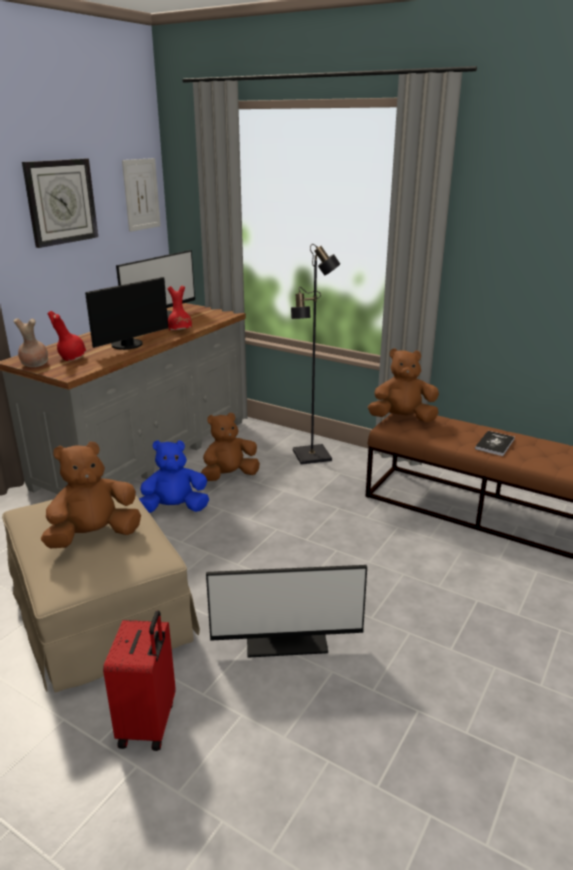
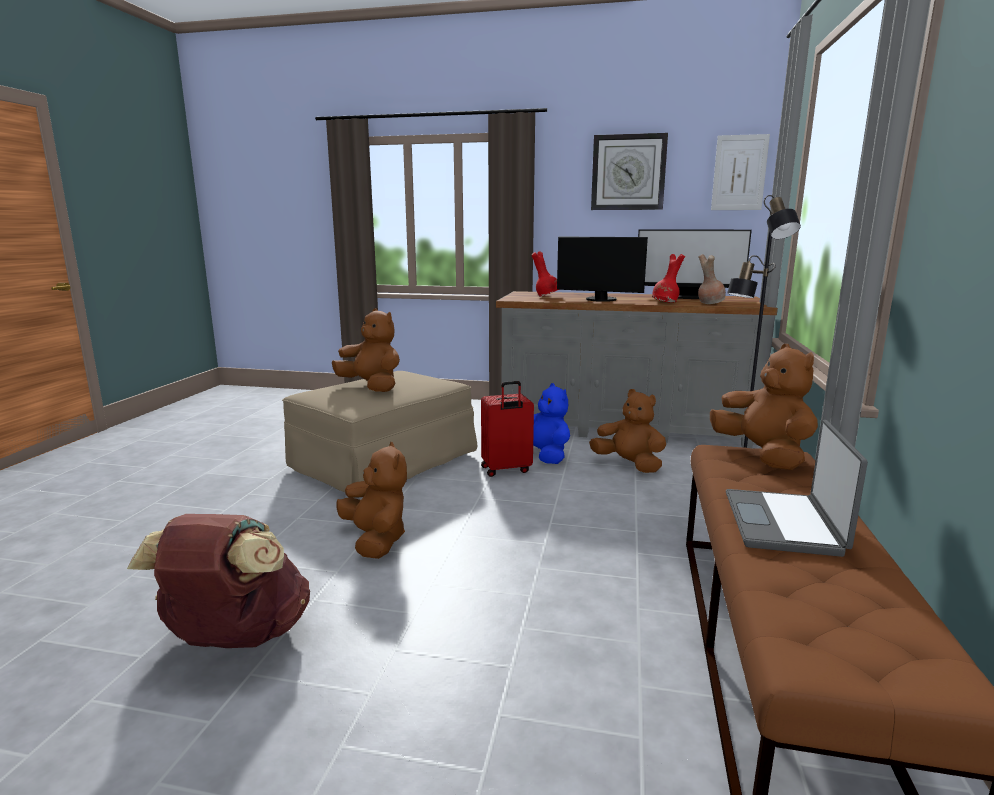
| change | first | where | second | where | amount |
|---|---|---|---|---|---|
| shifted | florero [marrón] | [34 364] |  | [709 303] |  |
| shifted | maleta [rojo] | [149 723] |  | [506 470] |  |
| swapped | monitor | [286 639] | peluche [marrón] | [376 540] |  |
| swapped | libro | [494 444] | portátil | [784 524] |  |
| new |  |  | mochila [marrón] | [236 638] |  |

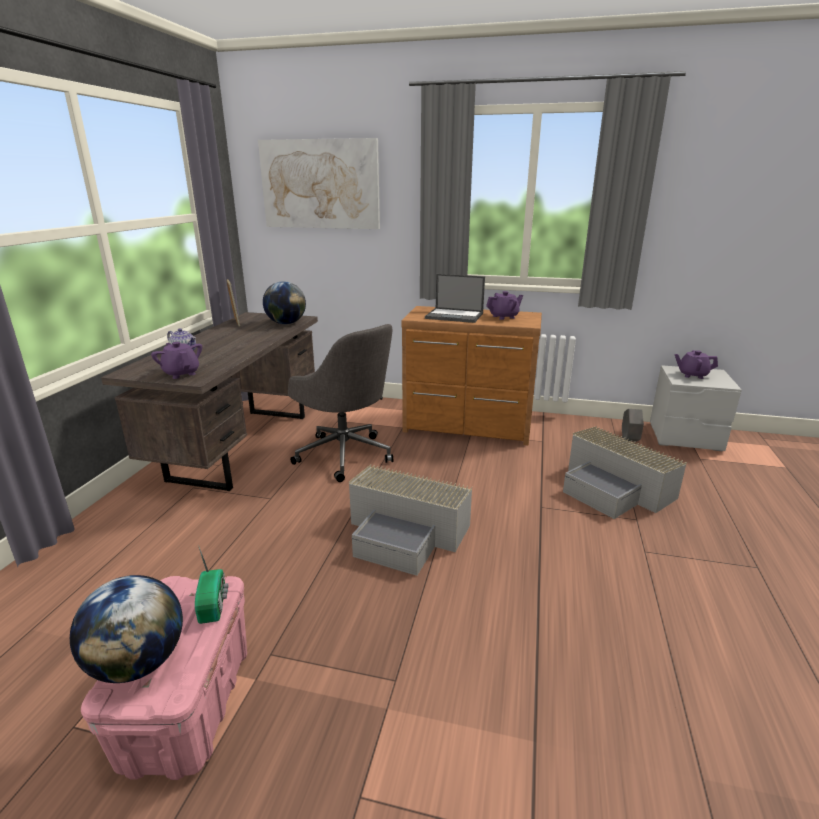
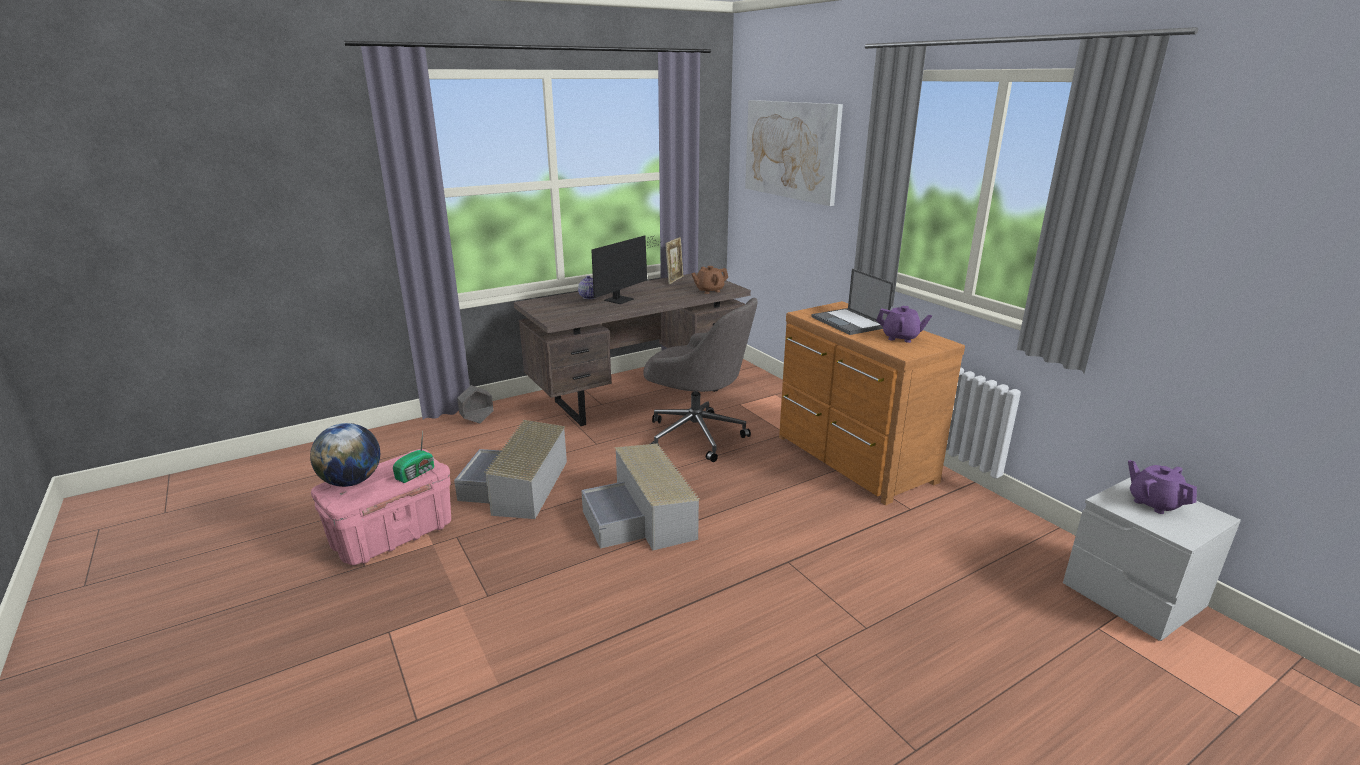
| change | first | where | second | where | amount |
|---|---|---|---|---|---|
| gone | tetera [morado] | [181 373] |  |  |  |
| swapped | globo terráqueo | [286 323] | tetera [marrón] | [709 290] |  |
| rotated | silla de oficina [gris] | [345 455] |  | [697 436] | 60 degrees counterclockwise |
| shifted | caja de almacenaje [gris] | [615 488] |  | [517 487] |  |
| shifted | maceta [gris] | [629 441] |  | [477 420] |  |
| new |  |  | monitor | [622 299] |  |

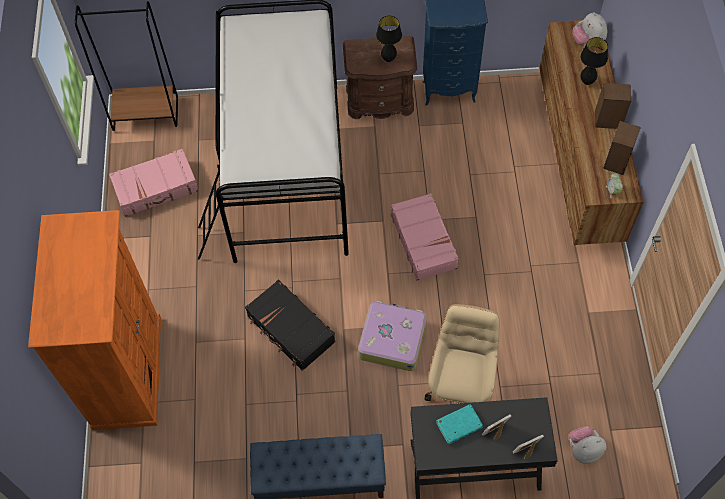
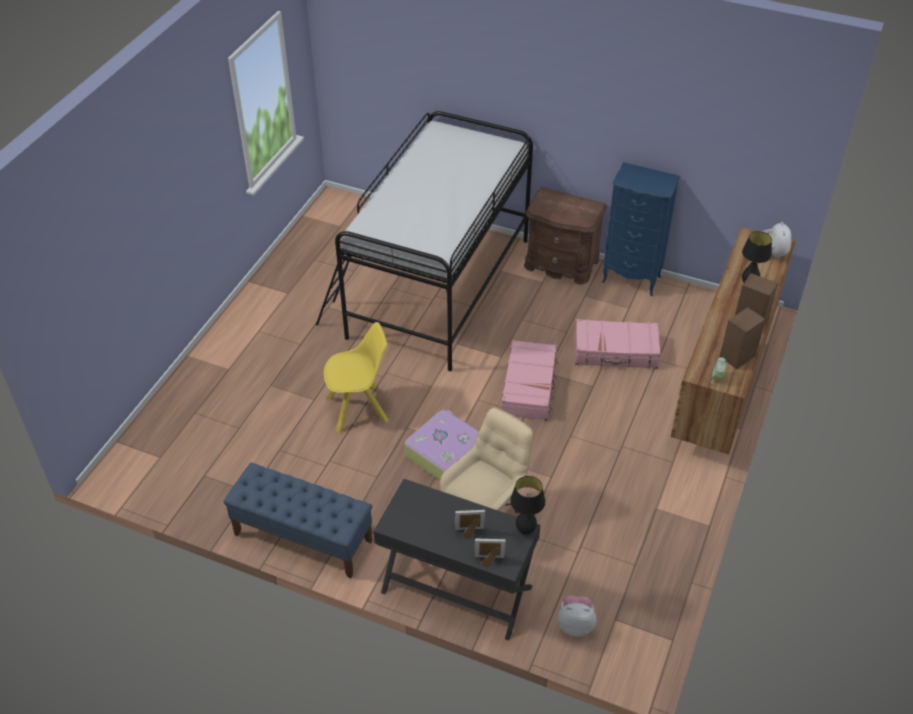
| change | first | where | second | where | amount |
|---|---|---|---|---|---|
| gone | armario ropero [naranja] | [128 372] |  |  |  |
| gone | perchero | [146 114] |  |  |  |
| shifted | maleta [rosa] | [156 188] |  | [616 352] |  |
| swapped | maleta [negro] | [290 330] | silla [amarillo] | [359 409] |  |
| shifted | lámpara de mesa [negro] | [389 59] |  | [525 530] |  |
| gone | libro [turquesa] | [459 426] |  |  |  |

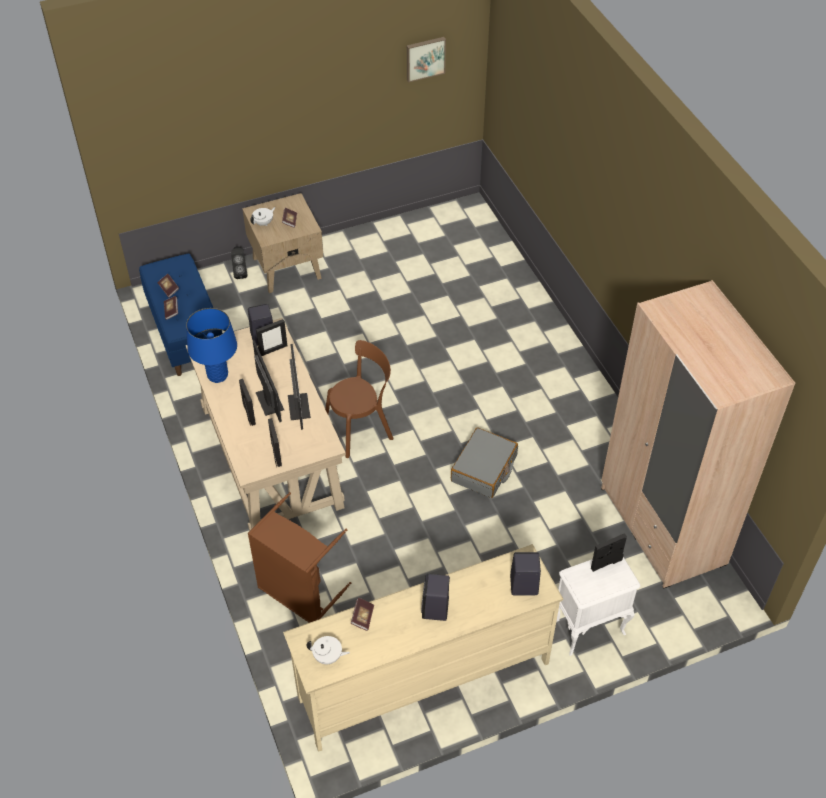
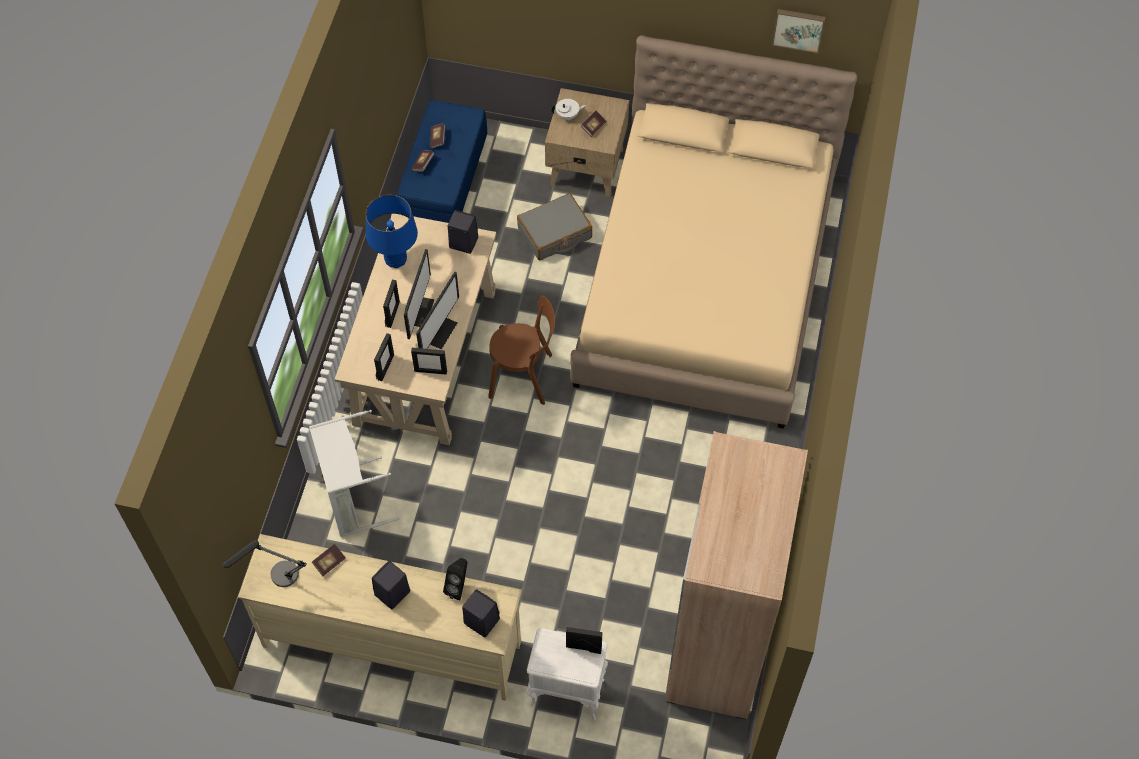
| change | first | where | second | where | amount |
|---|---|---|---|---|---|
| shifted | altavoz [negro] | [240 273] |  | [458 587] |  |
| repainted | cesto de la ropa [marrón] | [298 592] | cesto de la ropa [gris] | [351 499] |  |
| shifted | portarretratos | [273 349] |  | [430 370] |  |
| swapped | tetera [blanco] | [328 657] | lámpara de mesa | [276 578] |  |
| shifted | maleta [gris] | [484 469] |  | [554 233] |  |
| new |  |  | cama [beis] | [706 282] |  |

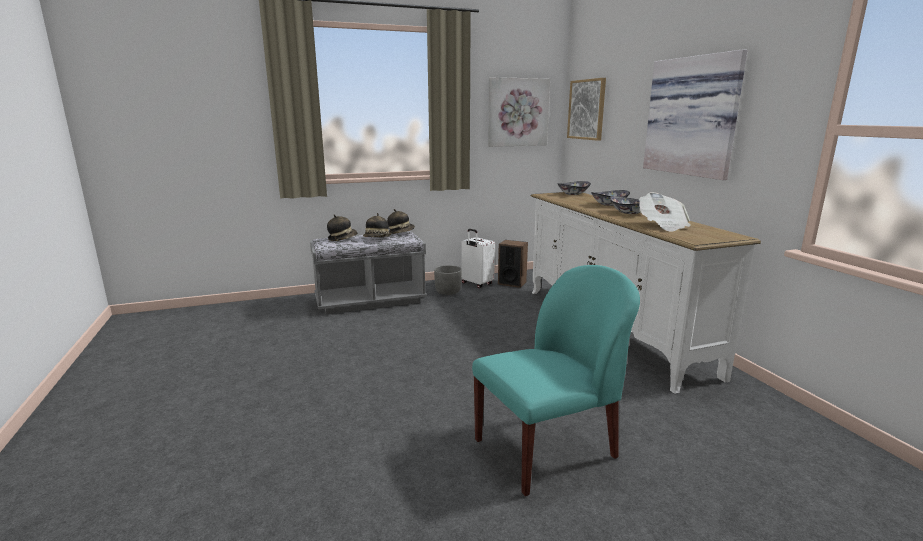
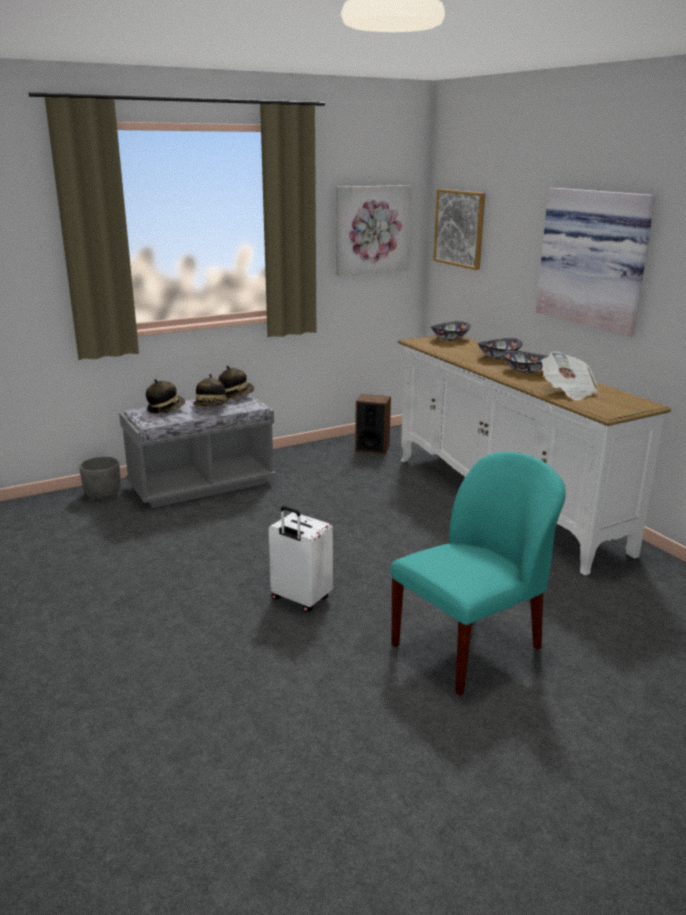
| change | first | where | second | where | amount |
|---|---|---|---|---|---|
| shifted | maceta [gris] | [447 292] |  | [102 494] |  |
| shifted | maleta [blanco] | [476 284] |  | [300 599] |  |

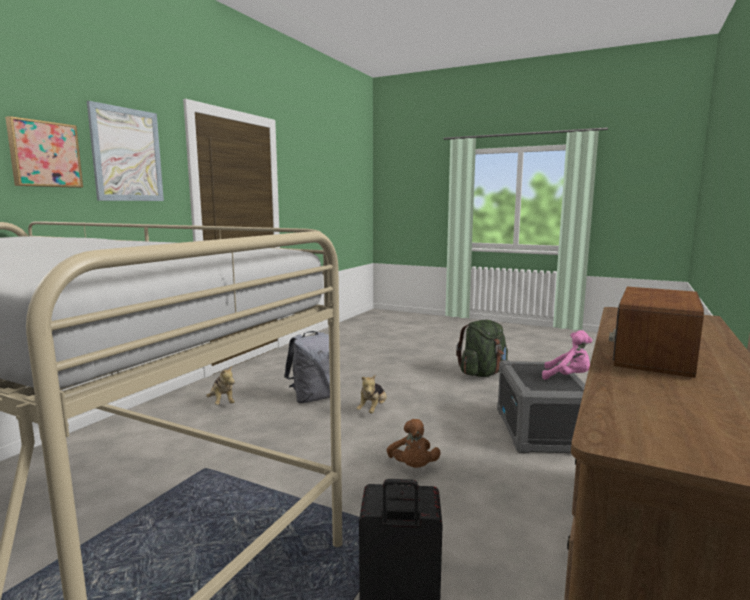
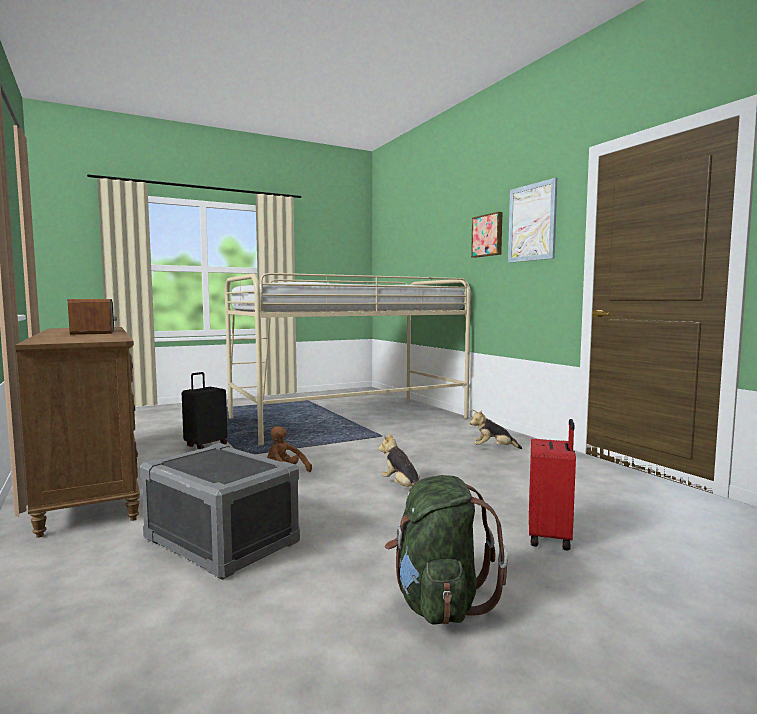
| change | first | where | second | where | amount |
|---|---|---|---|---|---|
| gone | mochila [gris] | [313 398] |  |  |  |
| gone | peluche [rosa] | [568 377] |  |  |  |
| new |  |  | maleta [rojo] | [551 537] |  |

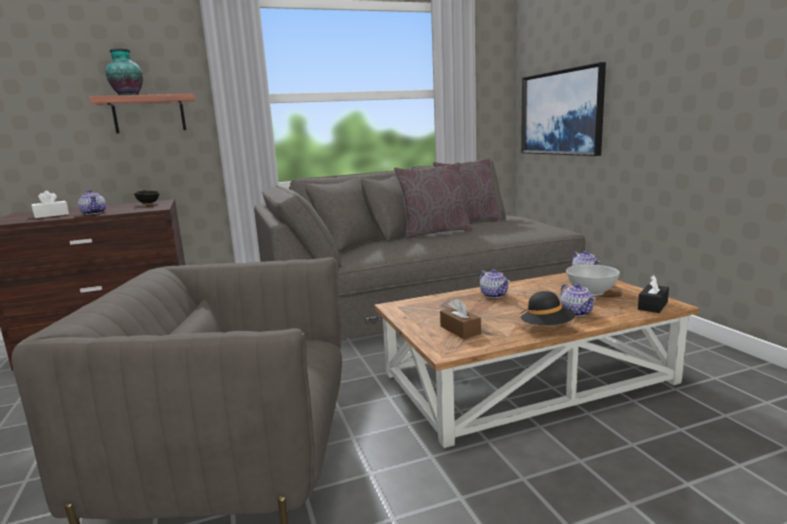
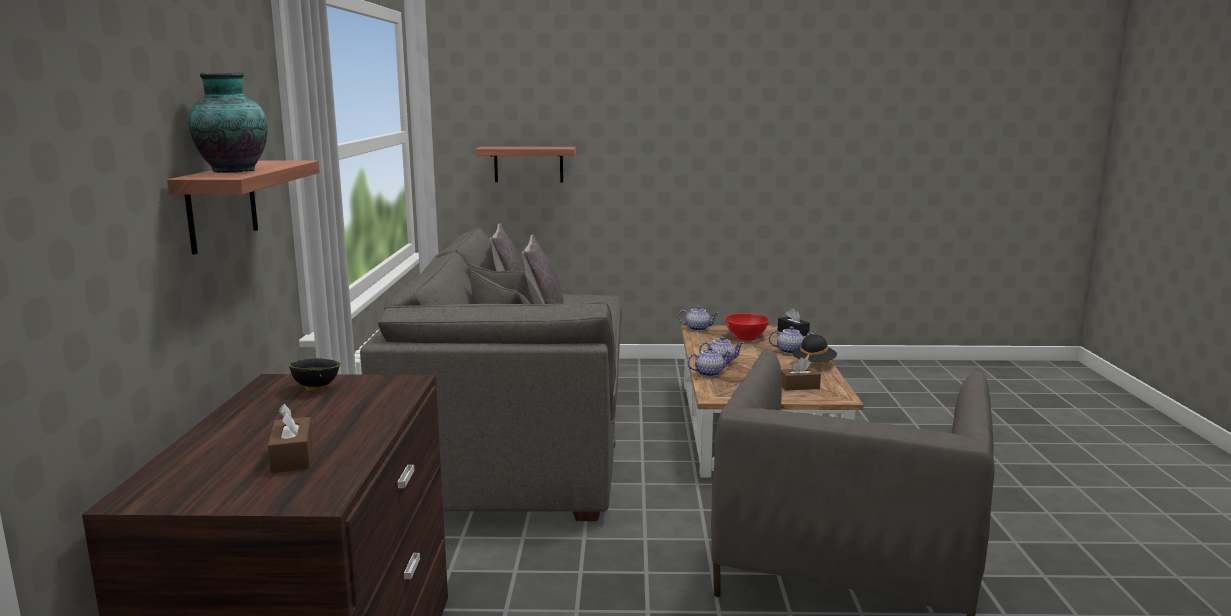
| change | first | where | second | where | amount |
|---|---|---|---|---|---|
| repainted | caja de pañuelos [blanco] | [51 215] | caja de pañuelos [marrón] | [292 457] |  |
| shifted | tetera | [94 213] |  | [709 373] |  |
| swapped | cuadro | [561 113] | estante | [528 164] |  |
| repainted | cuenco [blanco] | [591 292] | cuenco [rojo] | [746 337] |  |

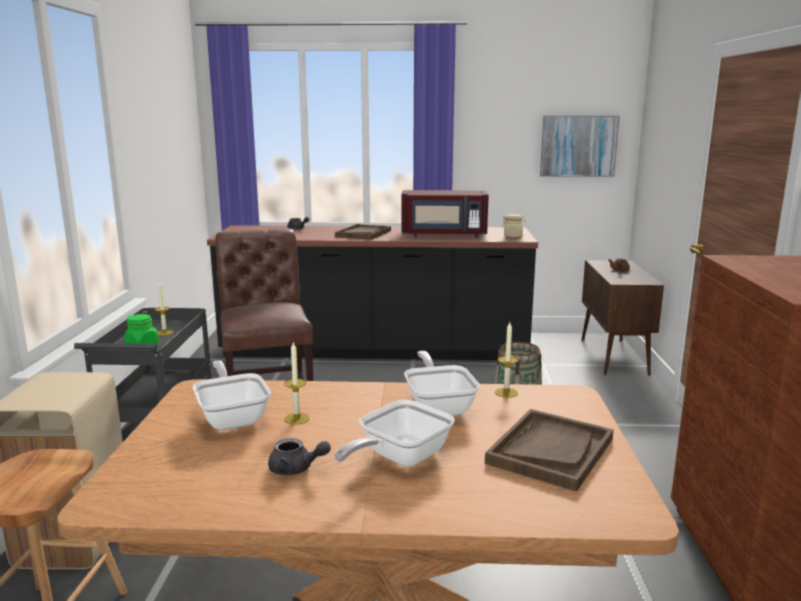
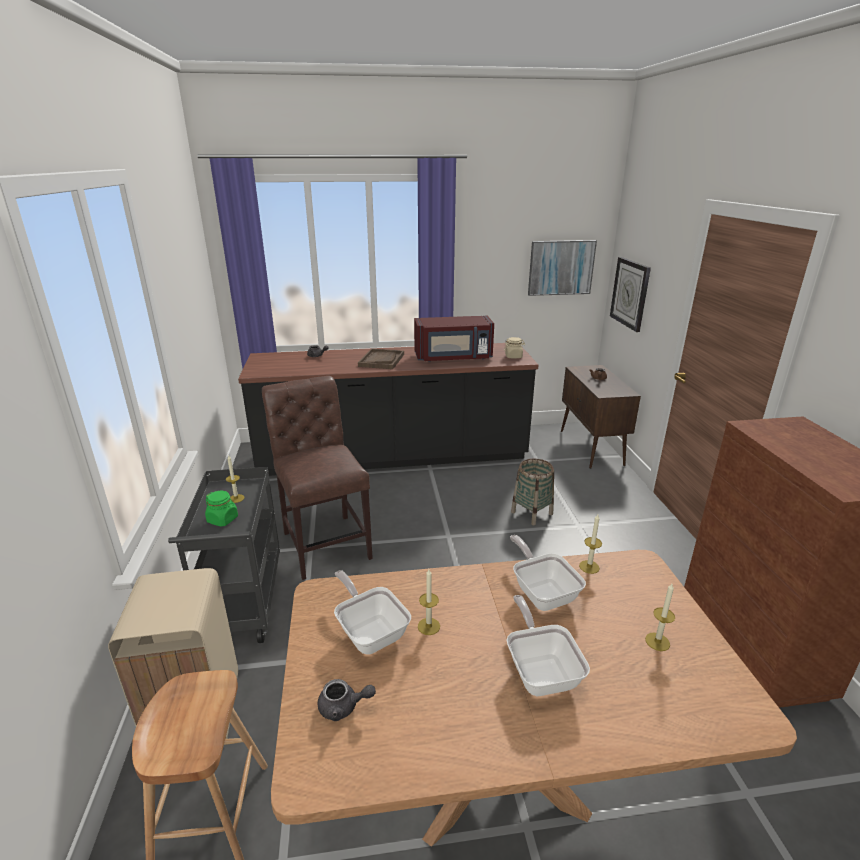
| change | first | where | second | where | amount |
|---|---|---|---|---|---|
| shifted | tetera [gris] | [296 469] |  | [343 707] |  |
| rotated | sartén | [399 458] |  | [540 670] | 135 degrees clockwise |
| swapped | bandeja [marrón] | [550 451] | vela | [657 641] |  |
| new |  |  | reloj de pared | [630 293] |  |

